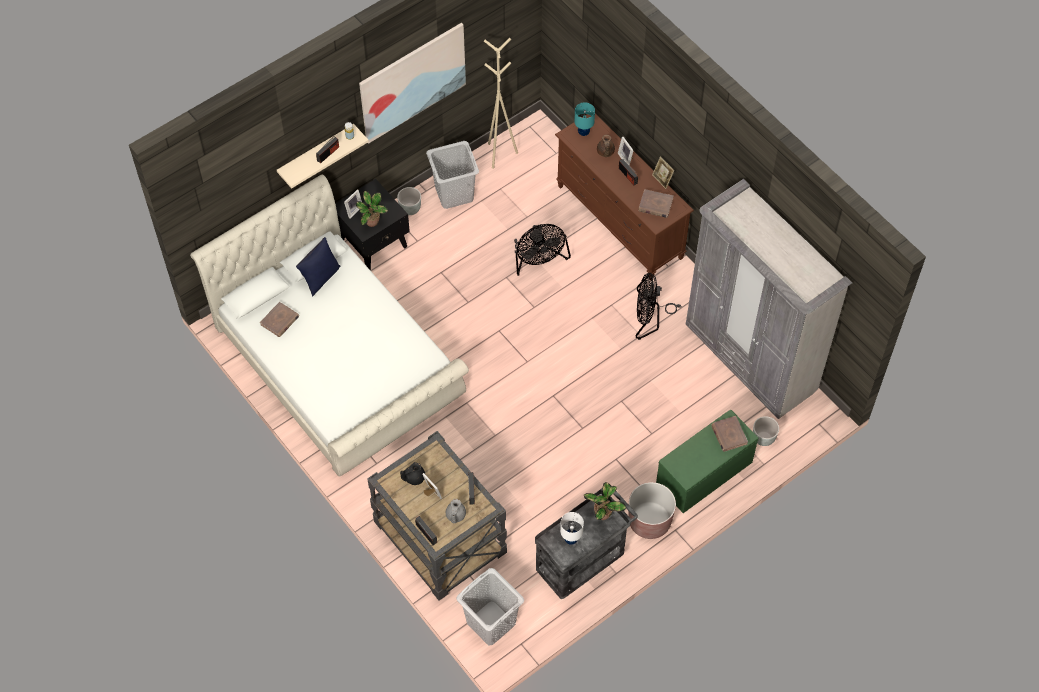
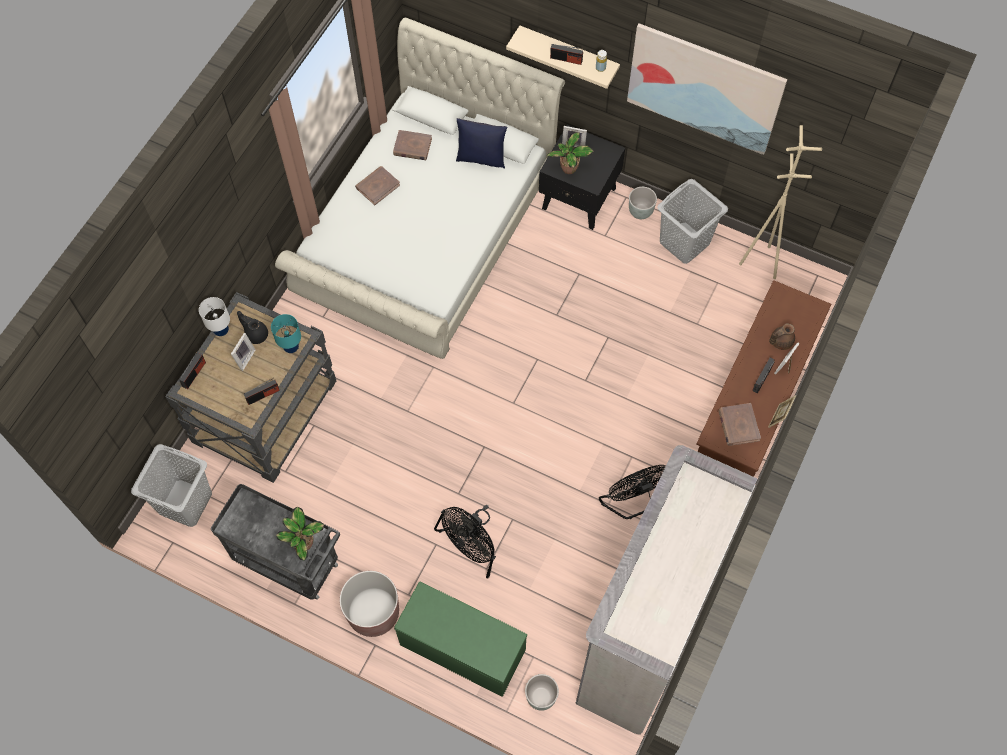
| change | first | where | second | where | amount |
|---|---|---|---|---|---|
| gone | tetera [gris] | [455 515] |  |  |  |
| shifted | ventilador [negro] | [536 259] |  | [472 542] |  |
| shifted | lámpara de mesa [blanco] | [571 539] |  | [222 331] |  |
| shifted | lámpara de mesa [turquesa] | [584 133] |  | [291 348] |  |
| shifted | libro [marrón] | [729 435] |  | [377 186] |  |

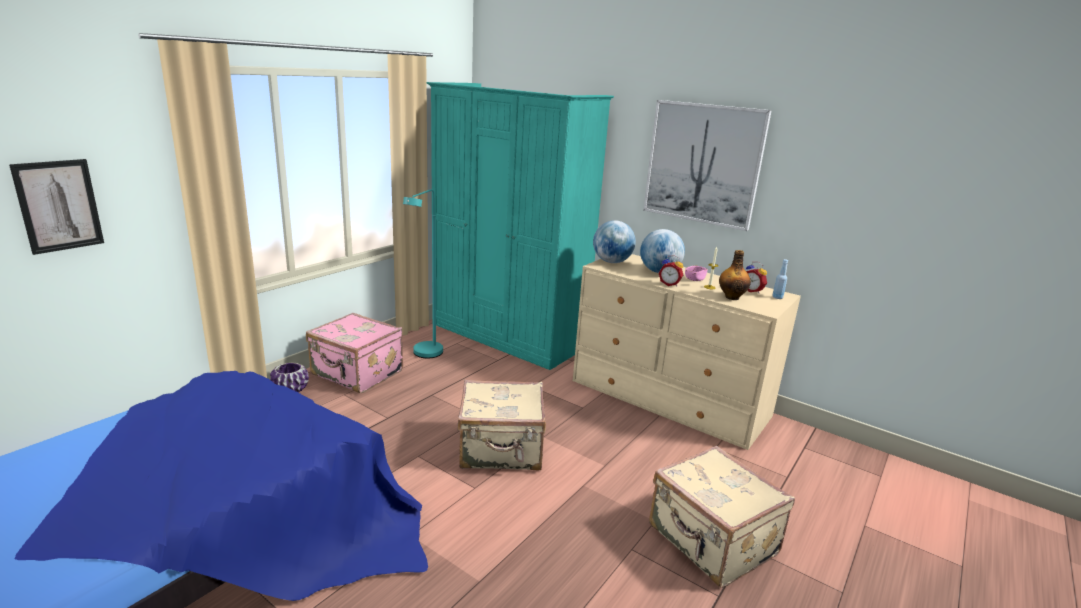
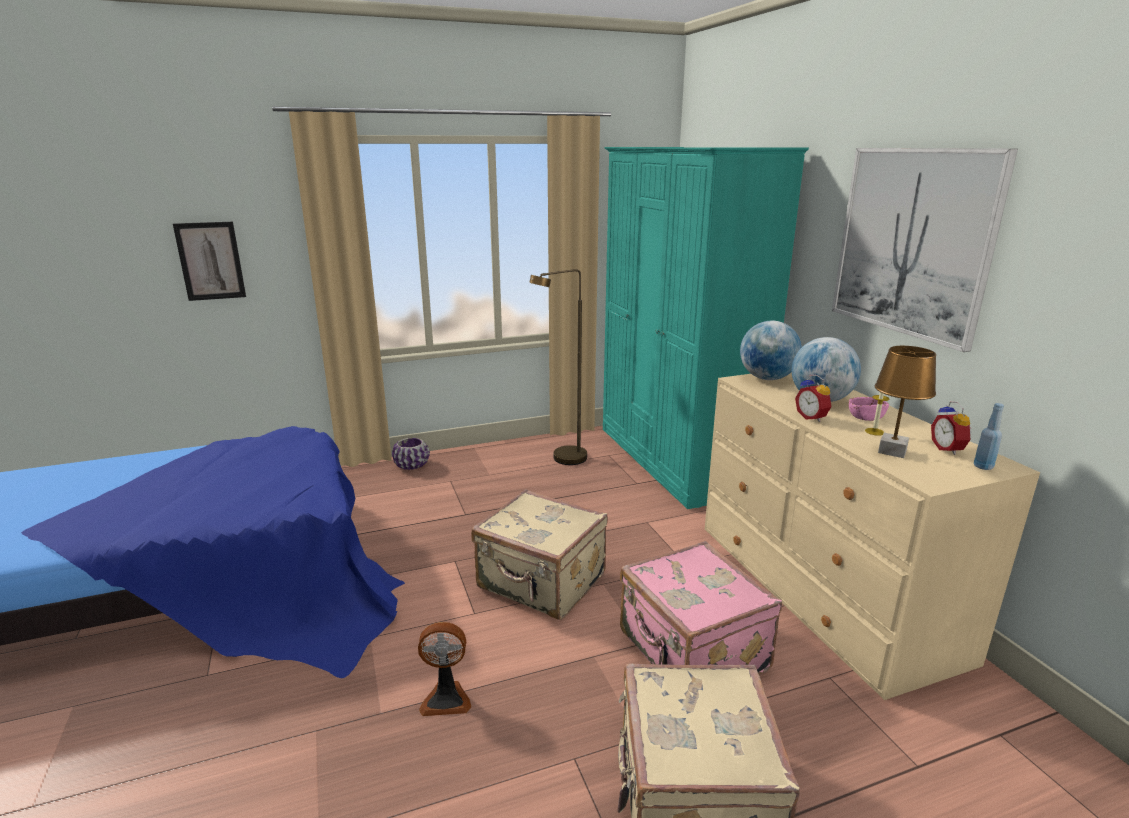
| change | first | where | second | where | amount |
|---|---|---|---|---|---|
| shifted | maleta [rosa] | [356 374] |  | [691 653] |  |
| repainted | lámpara de pie [turquesa] | [425 355] | lámpara de pie [marrón] | [563 461] |  |
| swapped | botella | [731 297] | lámpara de mesa [marrón] | [892 451] |  |
| new |  |  | ventilador | [446 698] |  |

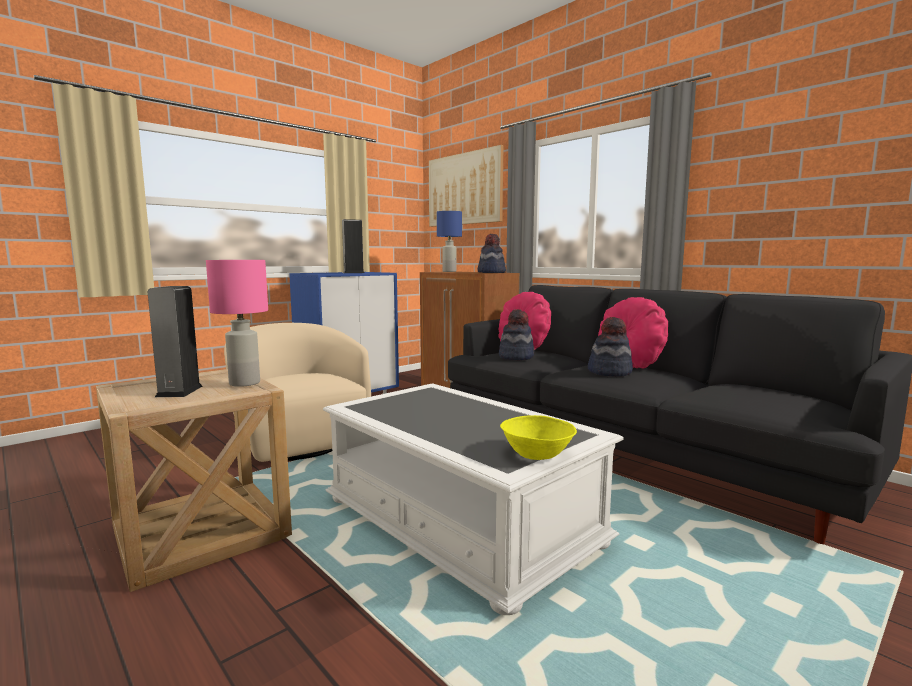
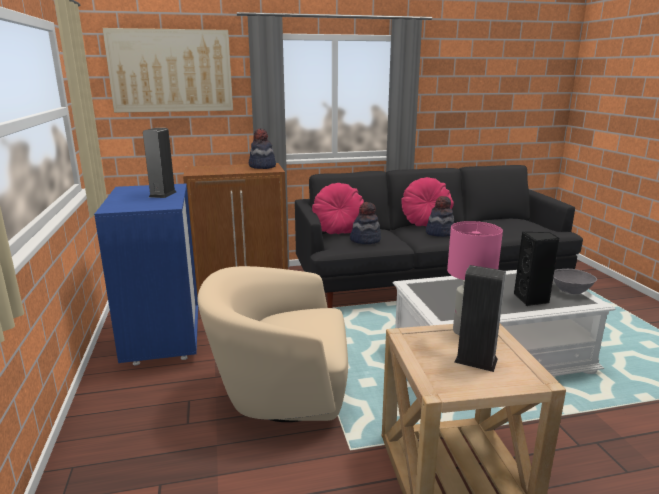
| change | first | where | second | where | amount |
|---|---|---|---|---|---|
| gone | lámpara de mesa [azul] | [449 271] |  |  |  |
| repainted | cuenco [amarillo] | [537 453] | cuenco [gris] | [570 290] |  |
| new |  |  | altavoz [negro] | [532 299] |  |

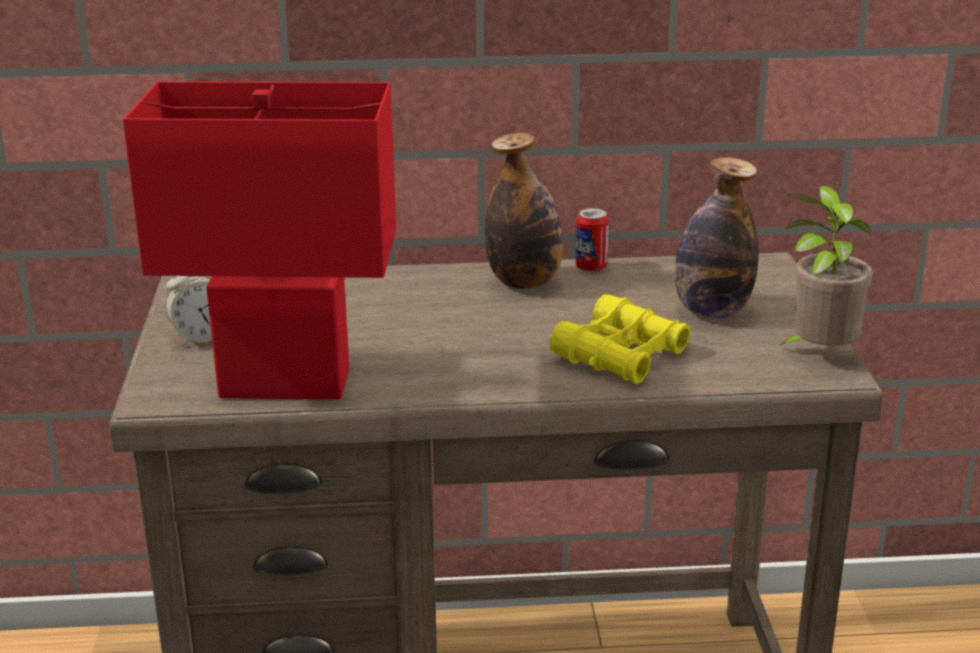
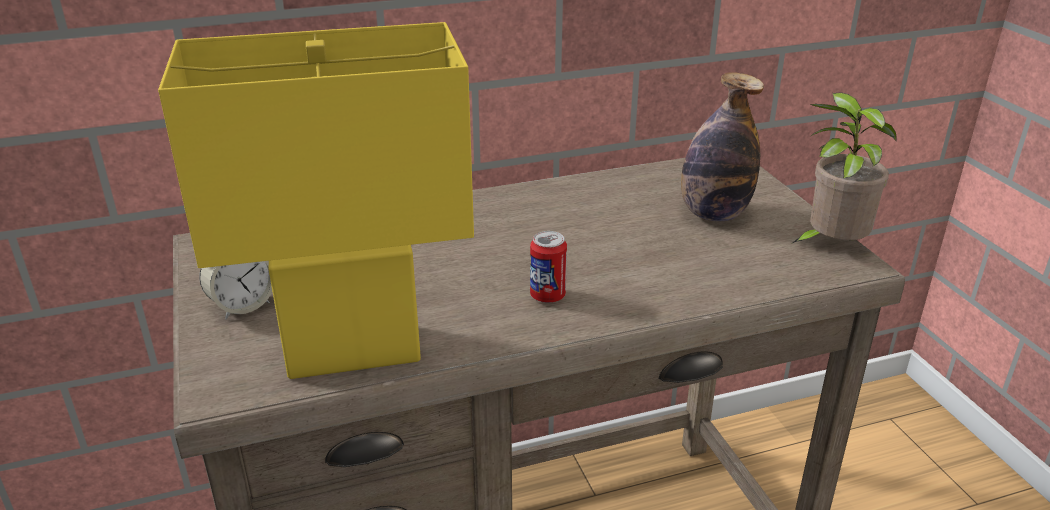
| change | first | where | second | where | amount |
|---|---|---|---|---|---|
| repainted | lámpara de mesa [rojo] | [285 384] | lámpara de mesa [amarillo] | [353 351] |  |
| gone | botella | [524 282] |  |  |  |
| gone | prismáticos [amarillo] | [621 355] |  |  |  |
| shifted | lata | [591 268] |  | [547 296] |  |

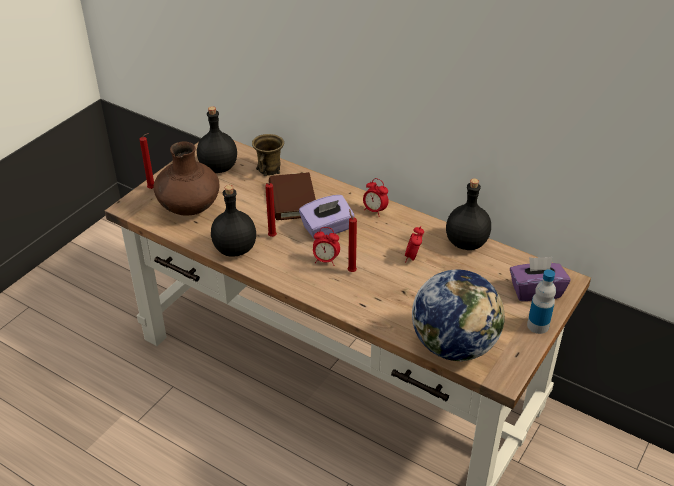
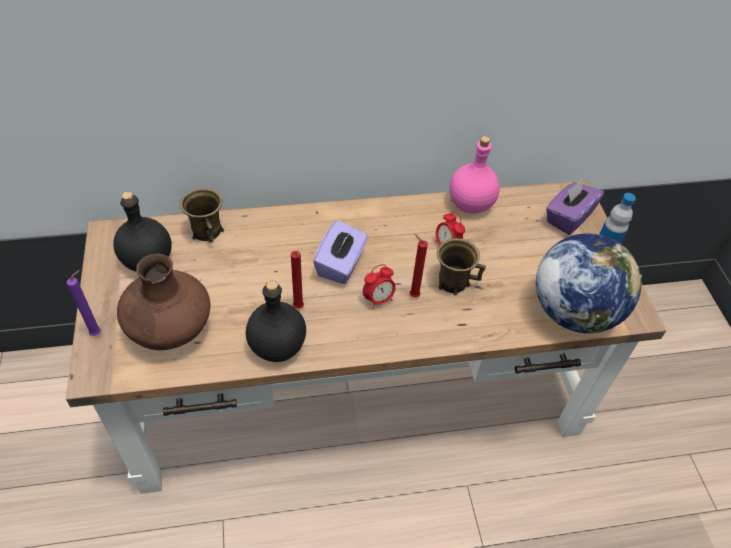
| change | first | where | second | where | amount |
|---|---|---|---|---|---|
| repainted | vela [rojo] | [153 189] | vela [morado] | [98 333] |  |
| gone | libro [marrón] | [292 199] |  |  |  |
| gone | despertador | [374 211] |  |  |  |
| repainted | botella [negro] | [467 242] | botella [rosa] | [470 204] |  |
| new |  |  | taza grande [marrón] | [452 281] |  |

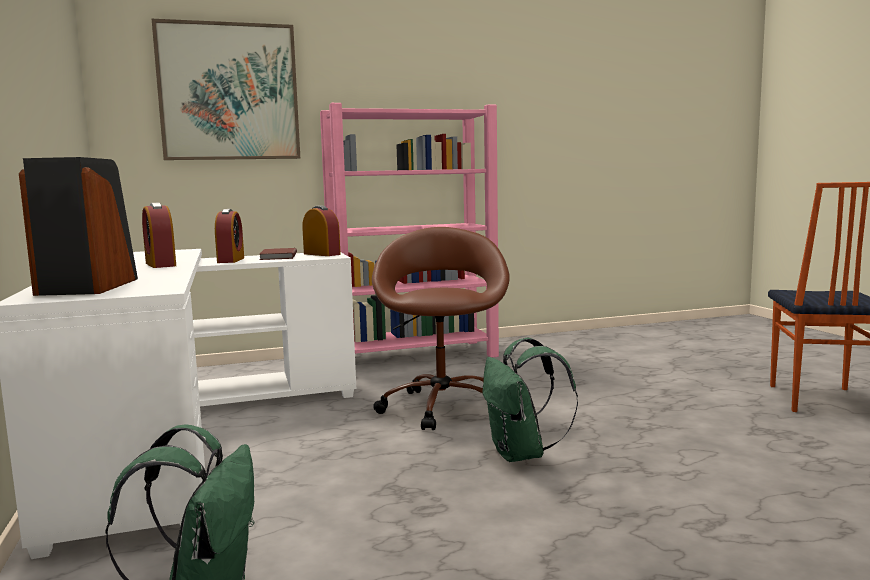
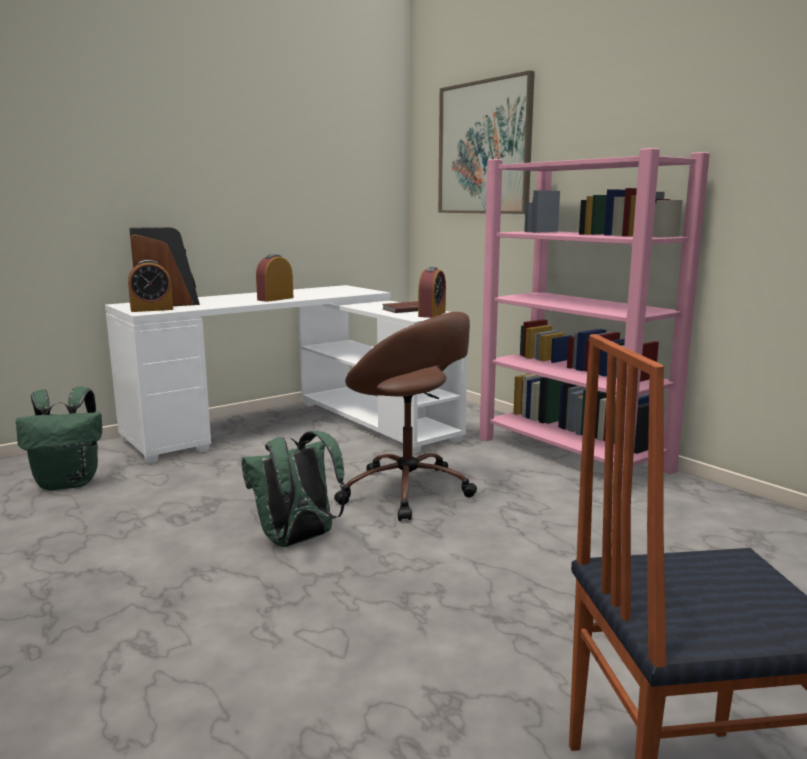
| change | first | where | second | where | amount |
|---|---|---|---|---|---|
| shifted | despertador | [231 260] |  | [152 309] |  |
| rotated | silla de oficina [marrón] | [444 407] |  | [409 492] | 60 degrees clockwise |

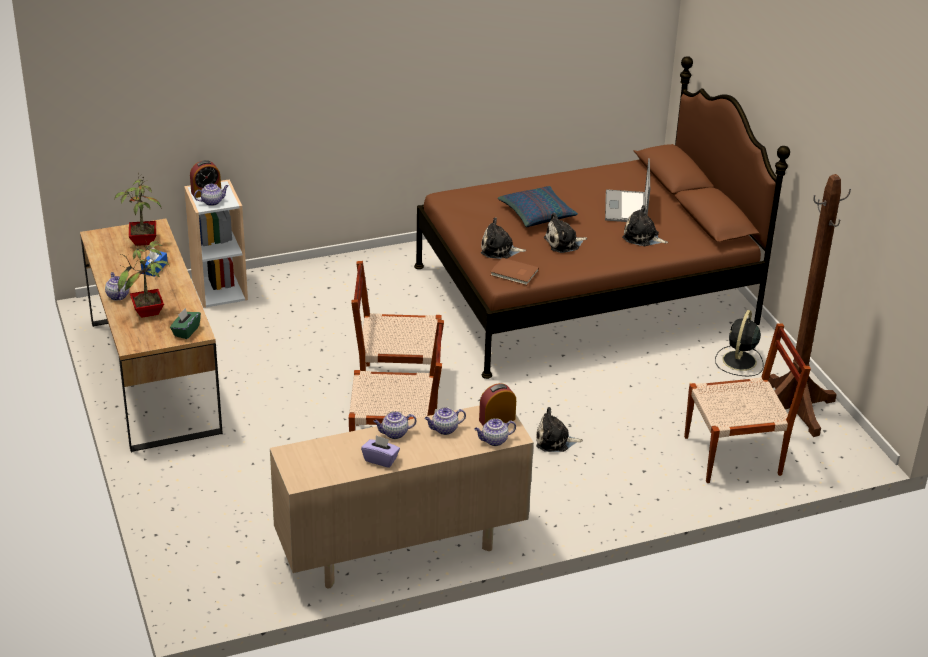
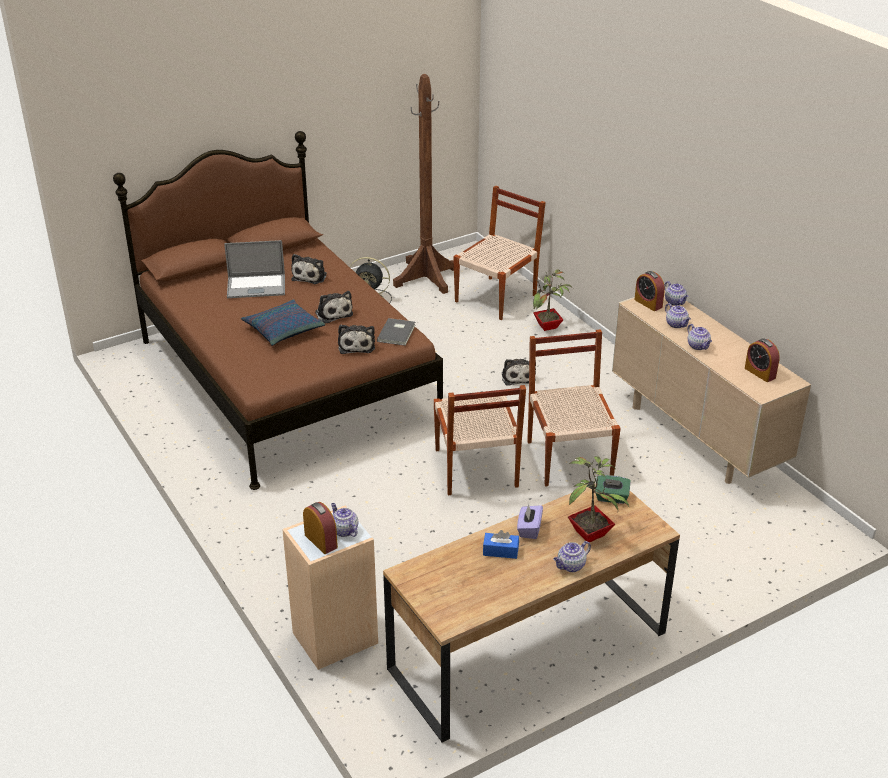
| change | first | where | second | where | amount |
|---|---|---|---|---|---|
| shifted | planta en maceta | [142 241] |  | [548 327] |  |
| shifted | caja de pañuelos [morado] | [380 459] |  | [529 529] |  |
| repainted | libro [marrón] | [514 273] | libro [gris] | [397 333] |  |
| rotated | silla | [735 456] |  | [497 298] | 60 degrees clockwise |
| new |  |  | despertador | [760 373] |  |

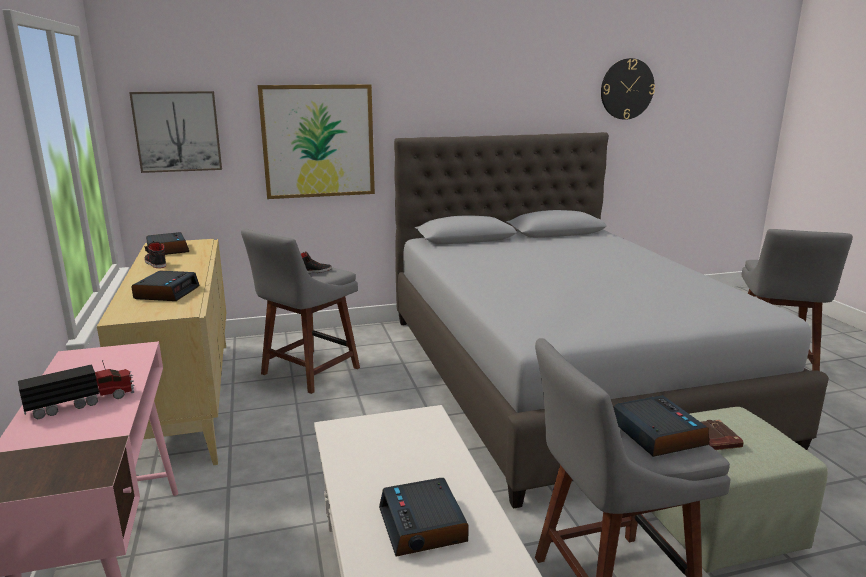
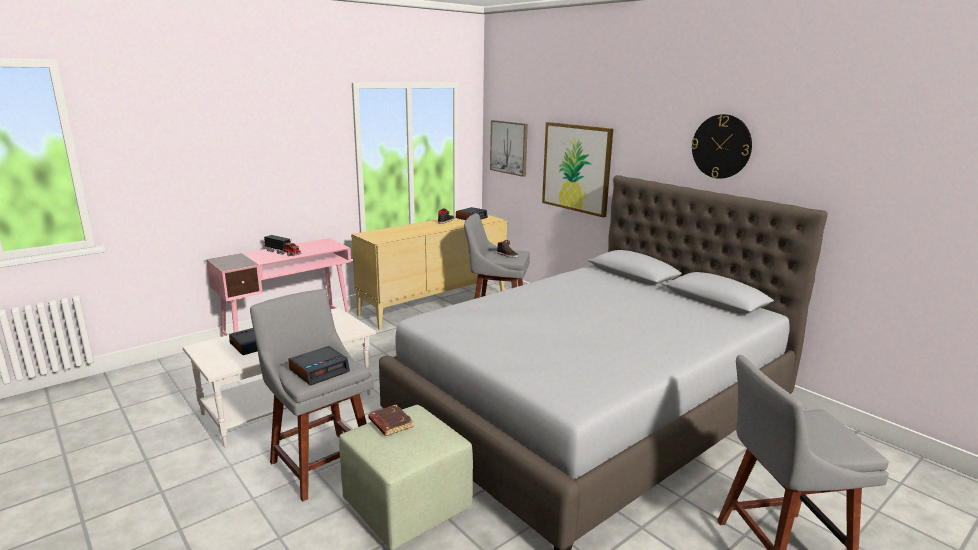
| change | first | where | second | where | amount |
|---|---|---|---|---|---|
| gone | despertador | [167 292] |  |  |  |
| shifted | reloj de pared | [627 89] |  | [721 146] |  |

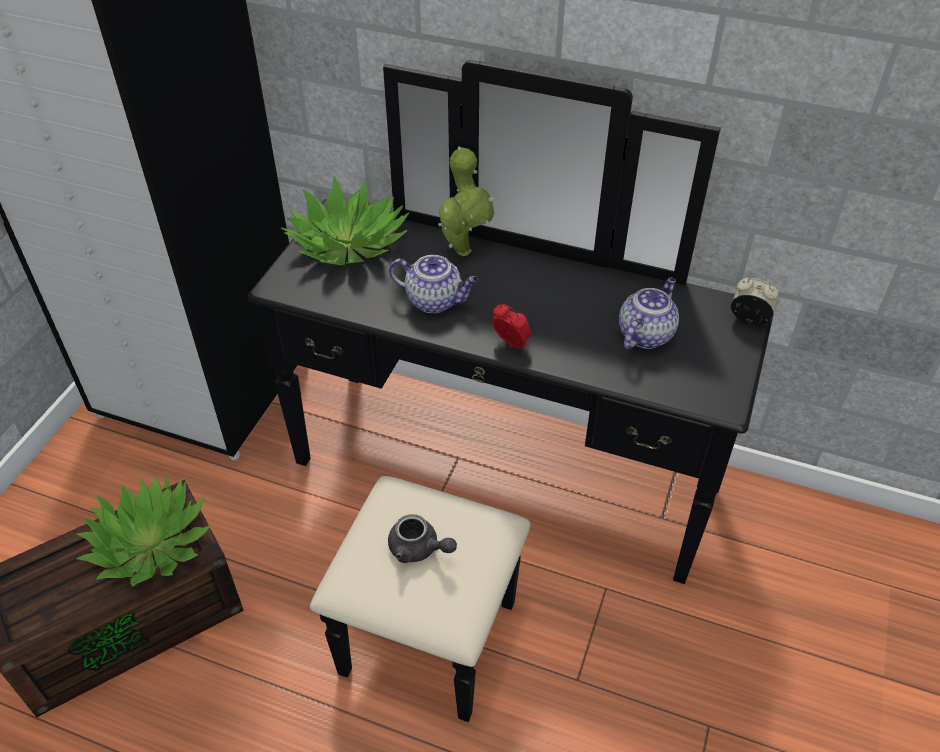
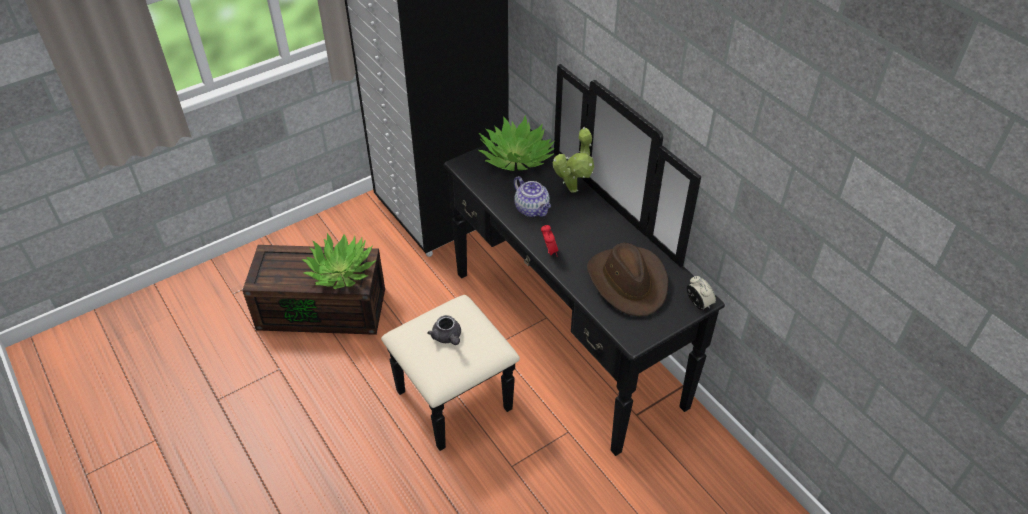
| change | first | where | second | where | amount |
|---|---|---|---|---|---|
| swapped | tetera | [645 334] | sombrero [marrón] | [628 282] |  |

